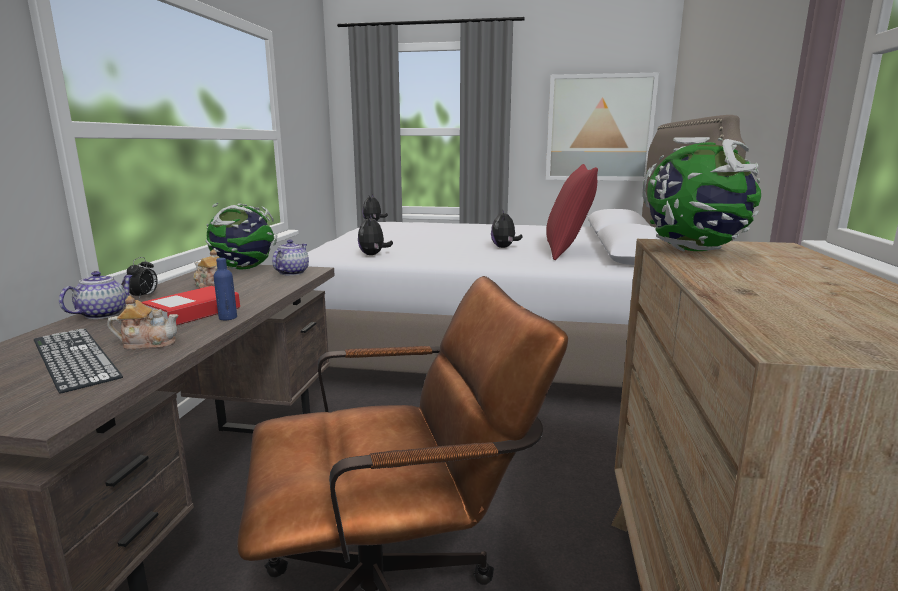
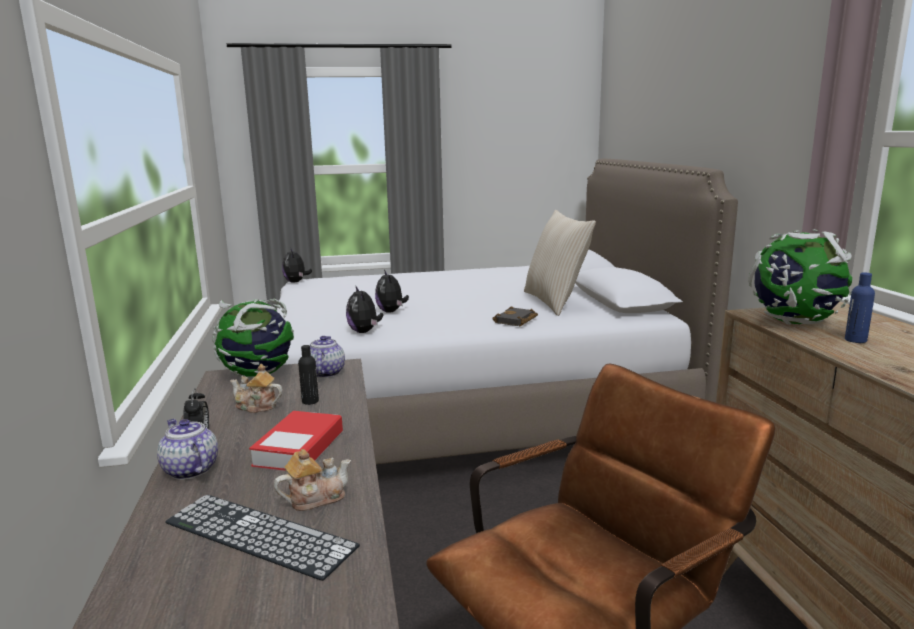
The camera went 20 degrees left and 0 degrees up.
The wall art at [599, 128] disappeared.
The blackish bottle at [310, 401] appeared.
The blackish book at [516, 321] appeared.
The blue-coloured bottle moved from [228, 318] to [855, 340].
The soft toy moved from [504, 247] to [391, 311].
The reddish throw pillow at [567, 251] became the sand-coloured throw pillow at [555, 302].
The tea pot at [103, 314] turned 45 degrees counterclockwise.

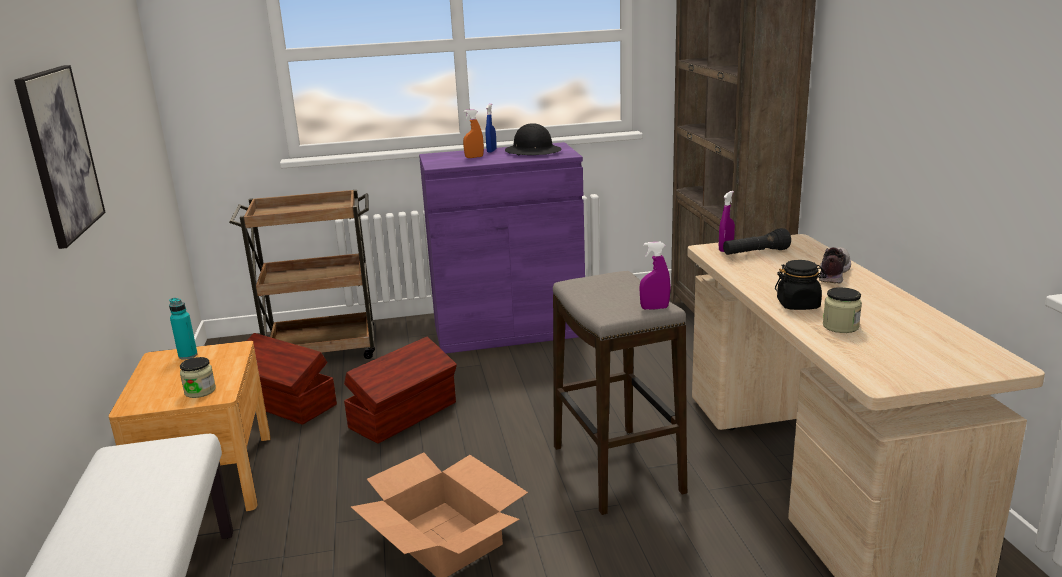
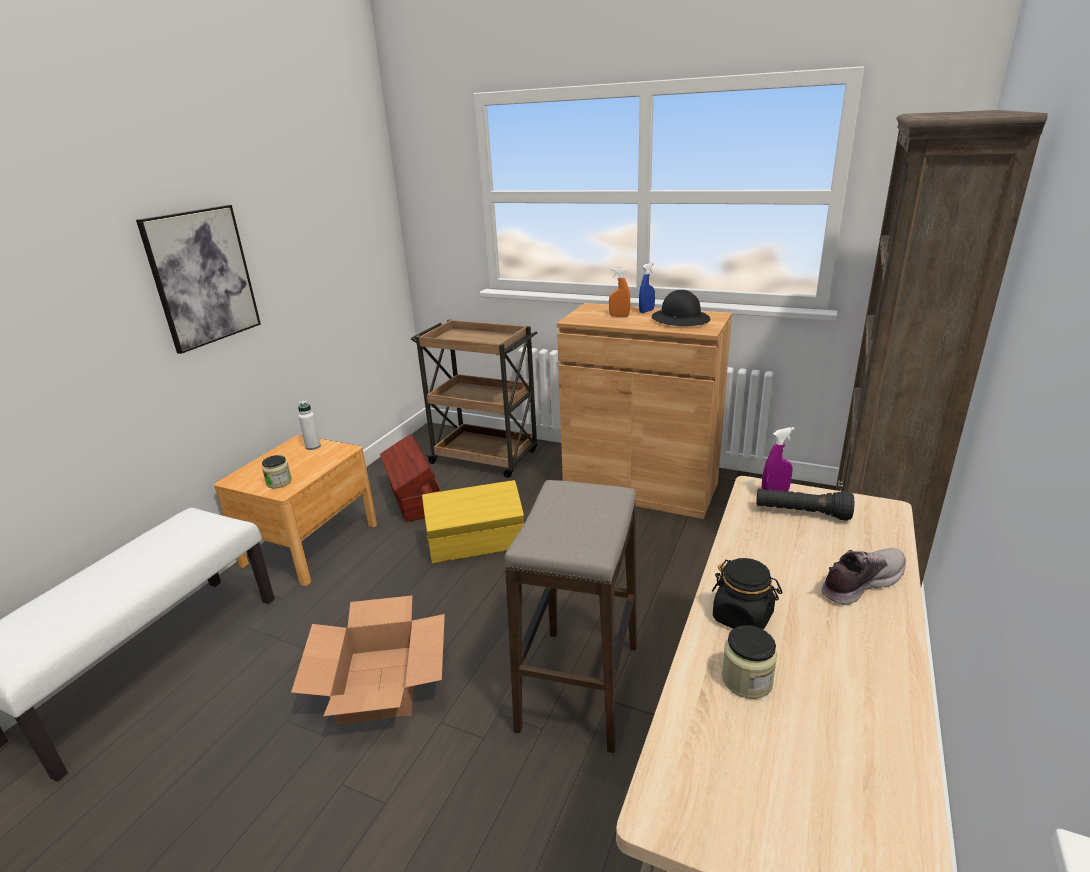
The camera went 35 degrees right and 5 degrees up.
The purple-coloured sprayer at [654, 308] disappeared.
The blue-green bottle at [188, 355] became the white bottle at [313, 446].
The brownish storage bin at [405, 415] became the yellowish storage bin at [477, 544].
The purple-coloured cupboard at [508, 330] became the brownish cupboard at [640, 487].

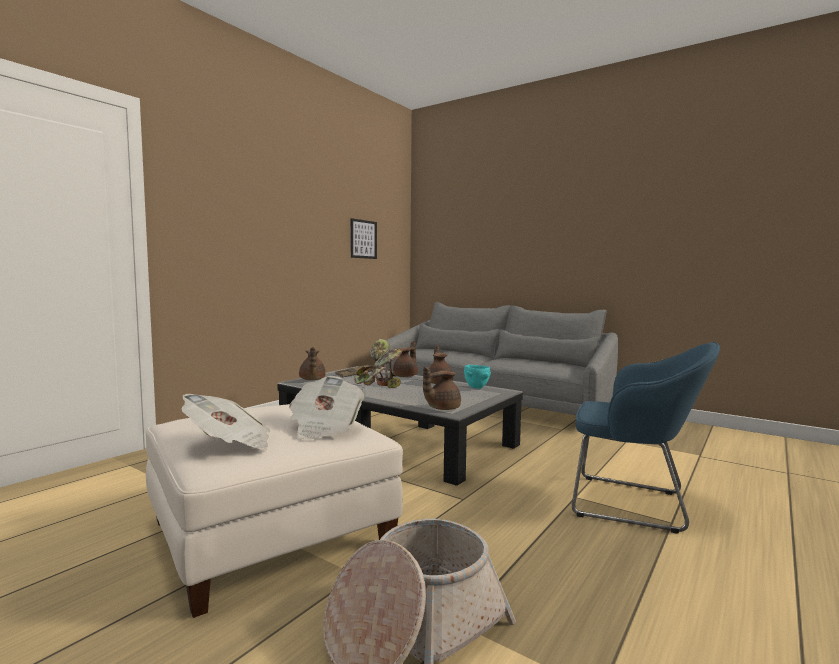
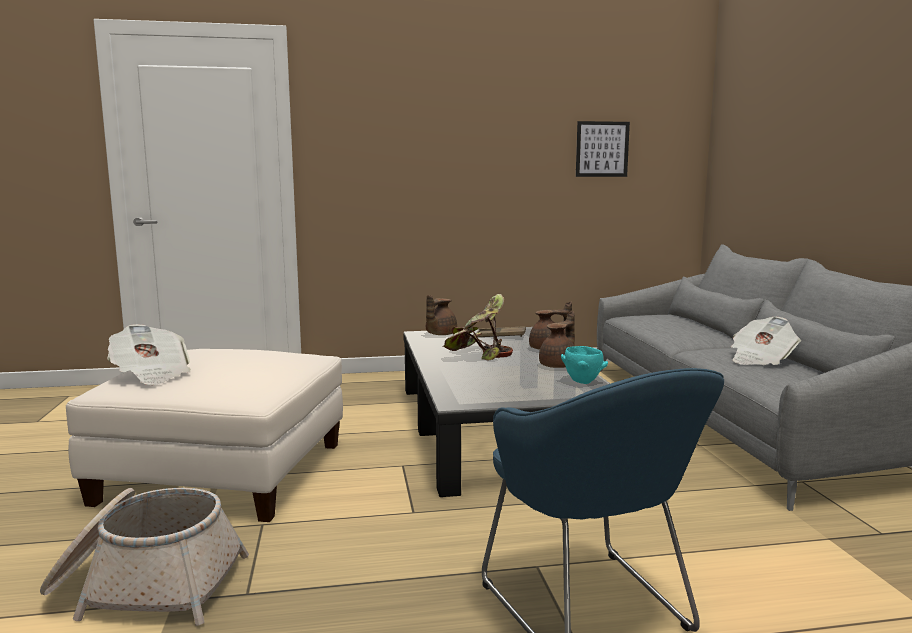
The camera went 45 degrees right and 5 degrees up.
The brownish tea pot at [442, 408] disappeared.
The newspaper moved from [325, 427] to [761, 359].

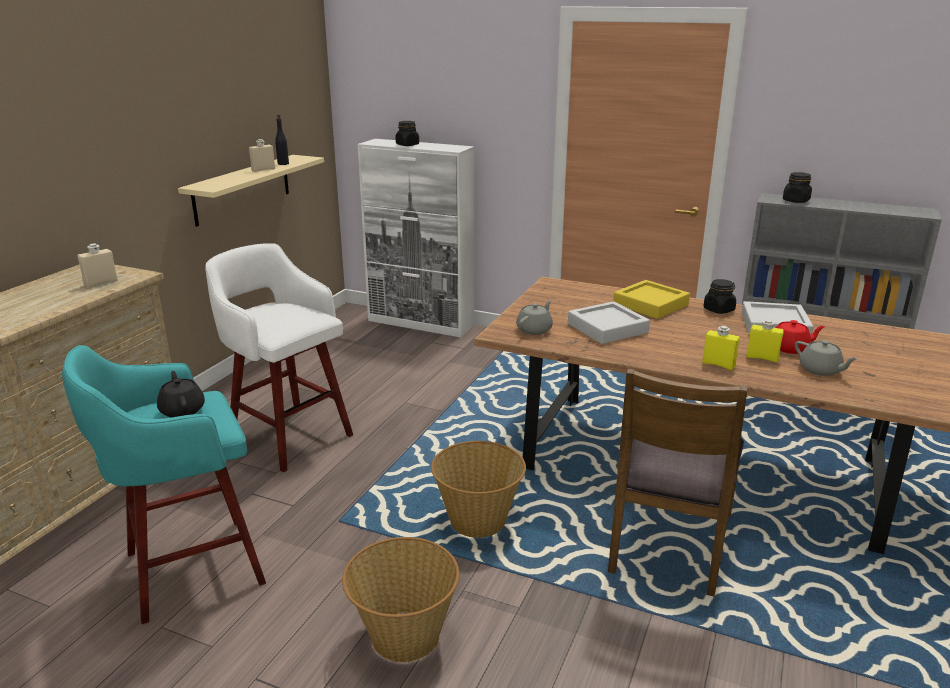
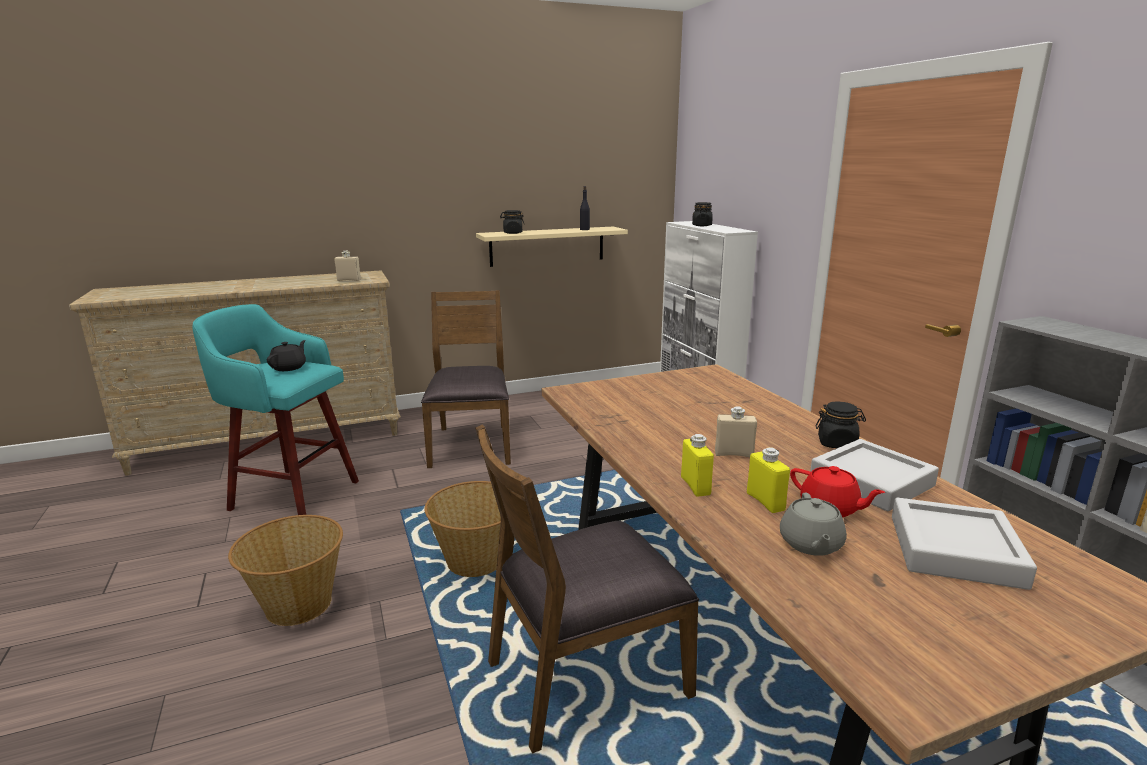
The camera went 45 degrees right and 5 degrees down.
The grey tea pot at [535, 330] disappeared.
The yellowish serving tray at [650, 304] disappeared.
The sand-coloured bottle moved from [263, 170] to [734, 454].
The grey serving tray moved from [607, 328] to [955, 550].
The blackish jar moved from [796, 201] to [512, 233].
The white sitting stool at [288, 436] was replaced by the brownish chair at [471, 445].

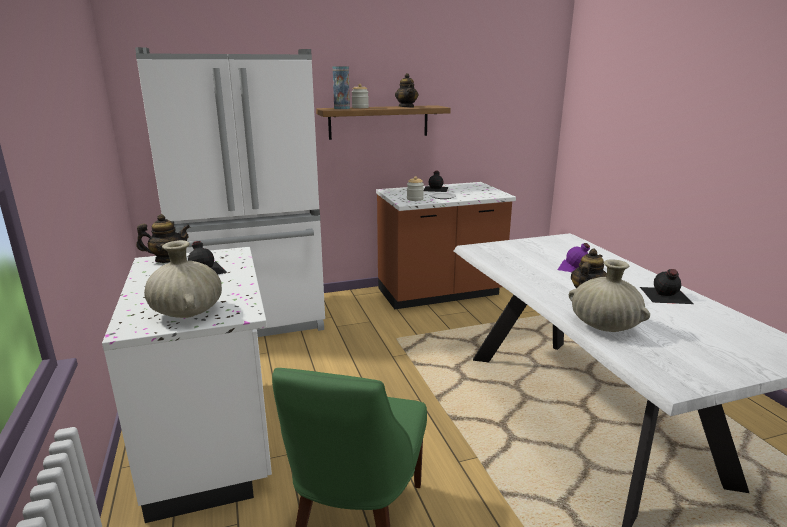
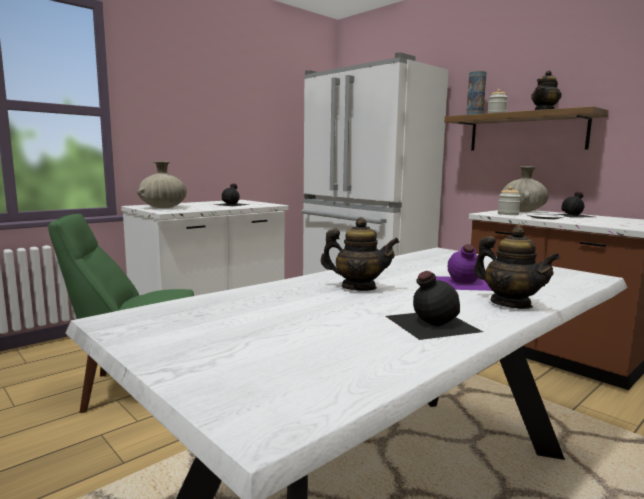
The camera went 65 degrees right and 10 degrees down.
The tea pot moved from [167, 260] to [510, 304].
The sand-coloured vase moved from [604, 326] to [522, 211].

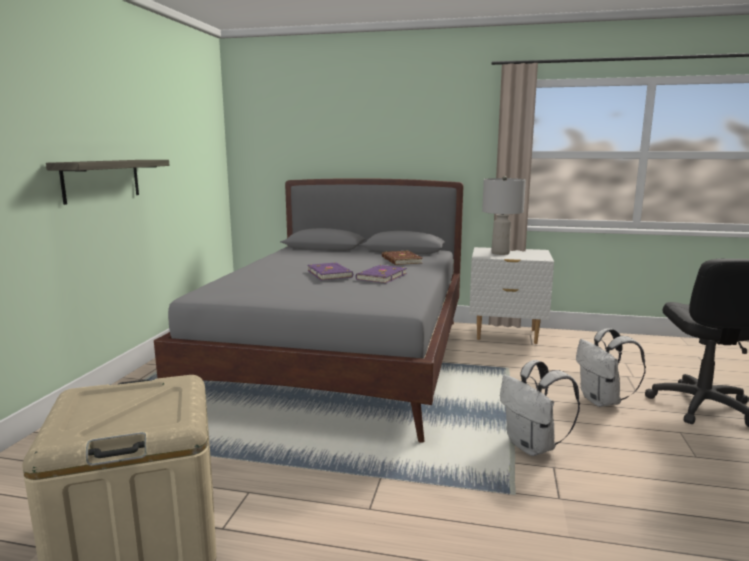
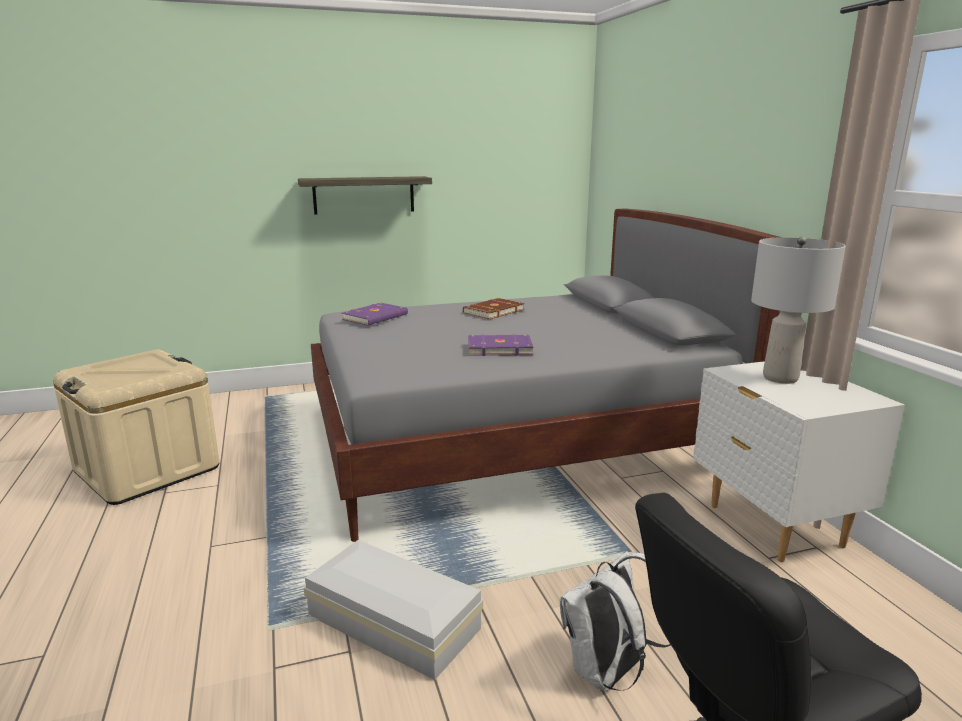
The camera went 60 degrees right and 5 degrees up.
The purple-coloured book moved from [330, 274] to [376, 317].
The brownish book moved from [400, 260] to [492, 311].
The white backpack at [533, 447] was replaced by the white storage bin at [394, 624].

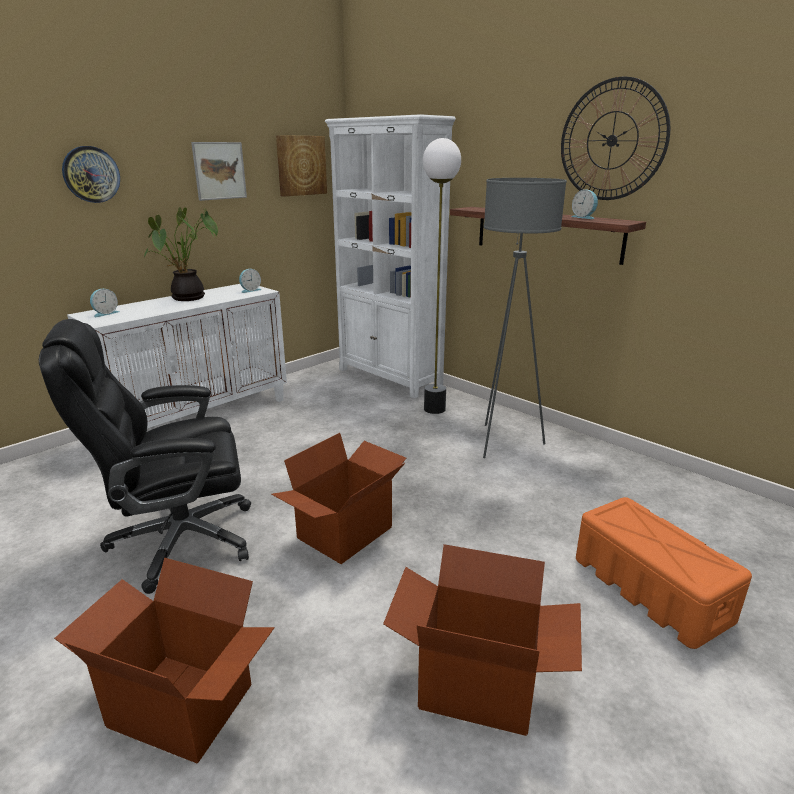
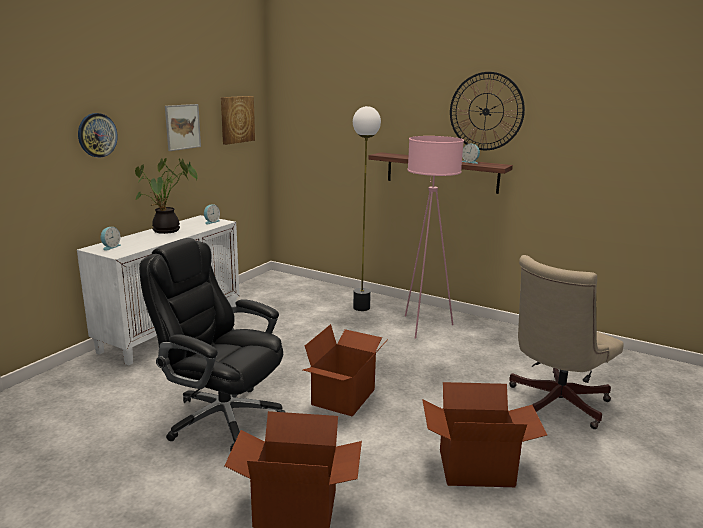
The camera went 15 degrees left and 5 degrees down.
The white bookcase at [390, 377] disappeared.
The orange storage bin at [649, 588] was replaced by the sand-coloured computer chair at [553, 404].
The grey standing lamp at [503, 442] became the pinkish standing lamp at [424, 326].
The blackish computer chair at [179, 541] turned 60 degrees clockwise.

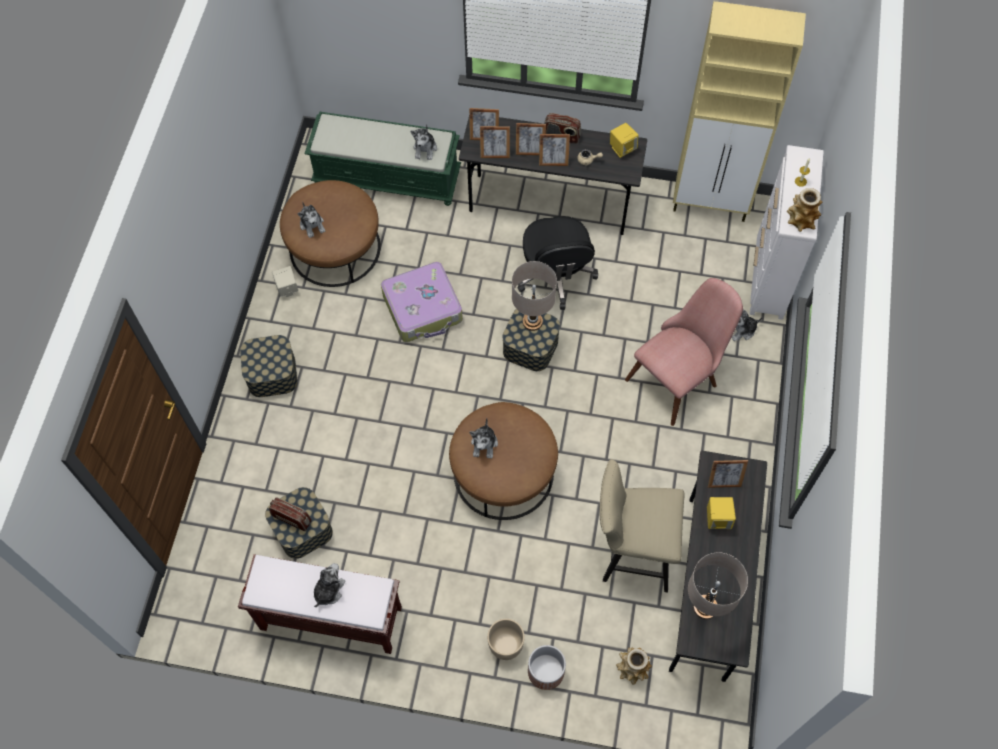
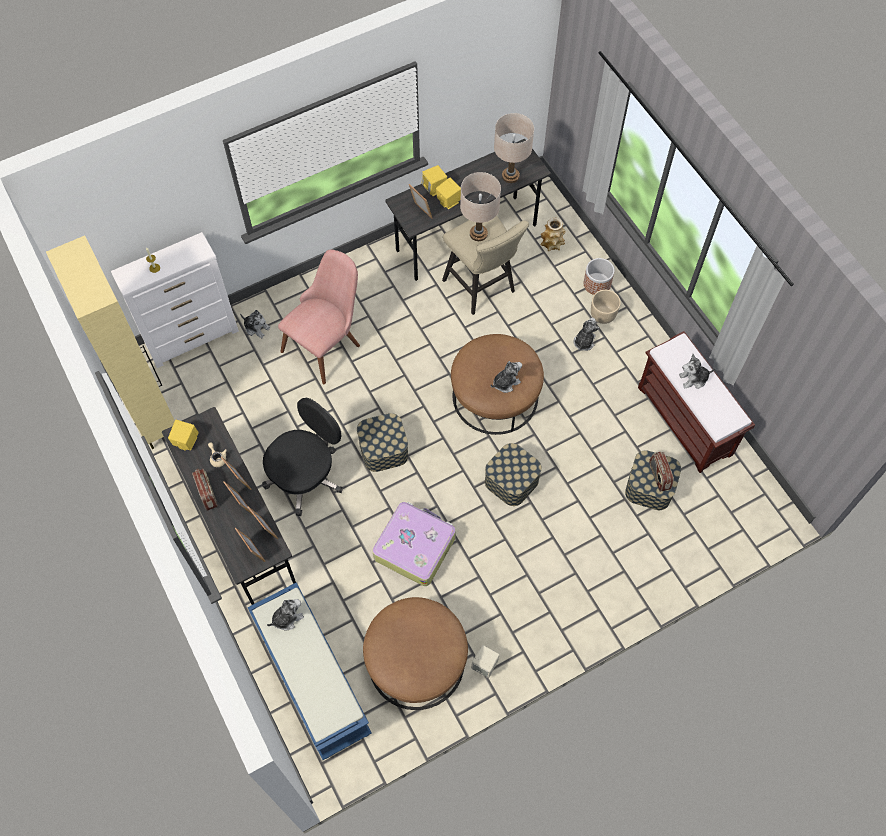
The camera went 130 degrees left and 0 degrees up.
The vase at [801, 220] disappeared.
The yellowish audio speaker at [434, 188] appeared.
The storage bin moved from [272, 373] to [511, 481].
The soft toy moved from [312, 225] to [584, 341].
The sand-coloured lamp for a table moved from [532, 321] to [478, 234].
The green indoor bench at [388, 177] became the blue-coloured indoor bench at [311, 678].
The pinkish chair at [679, 376] turned 120 degrees clockwise.

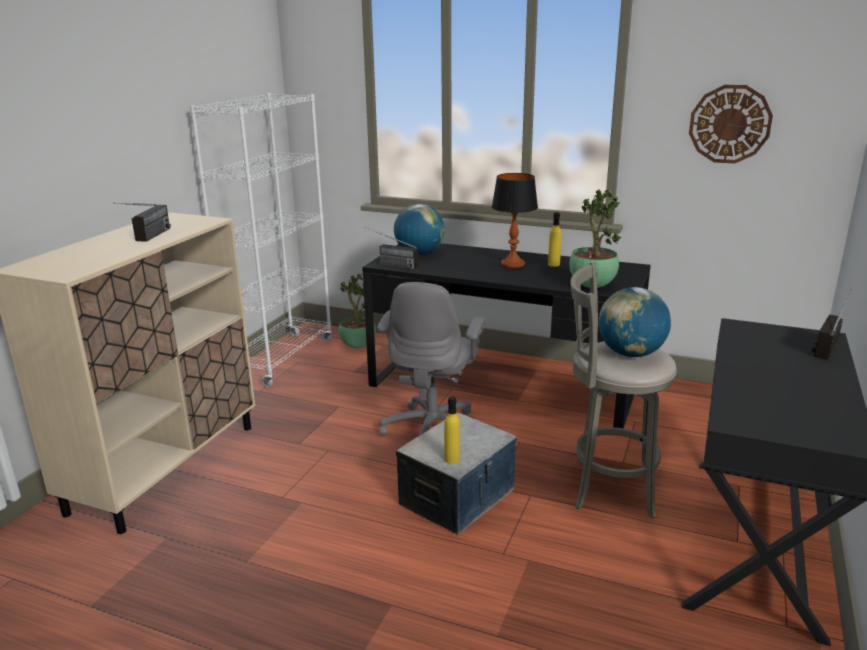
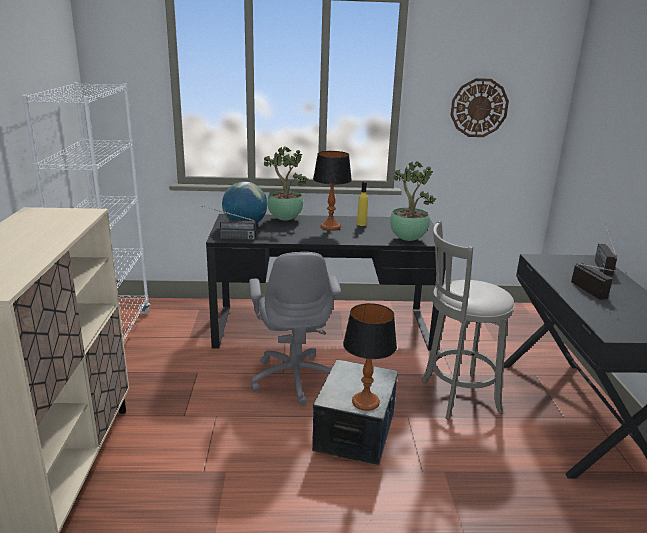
The camera went 25 degrees left and 0 degrees up.
The world globe at [630, 354] disappeared.
The radio receiver moved from [148, 238] to [597, 295].
The houseplant moved from [357, 346] to [284, 219].
The yellowish bottle at [452, 459] was replaced by the lamp for a table at [365, 402].

